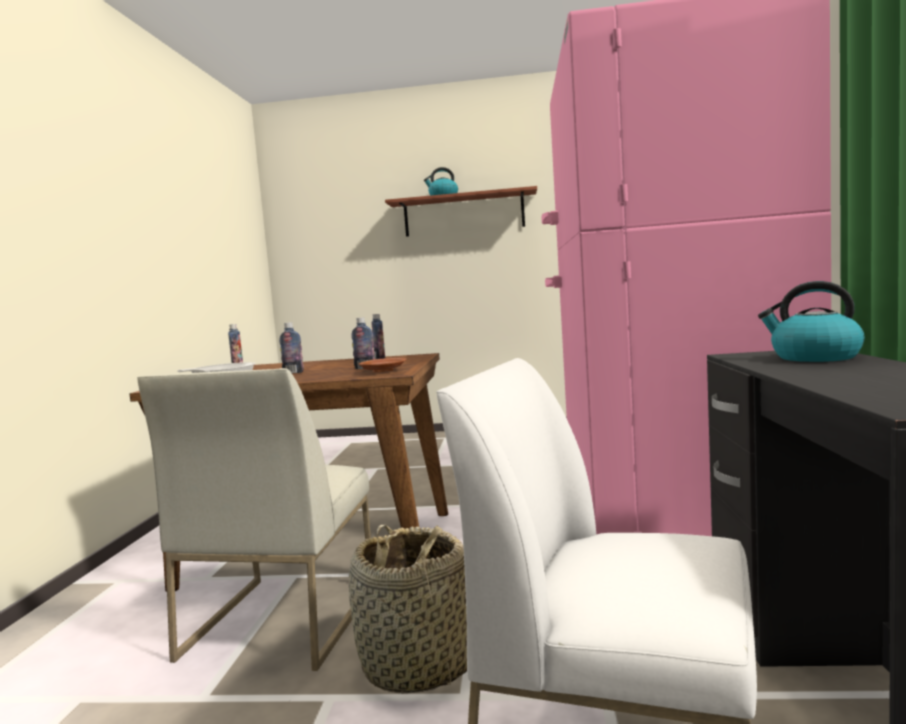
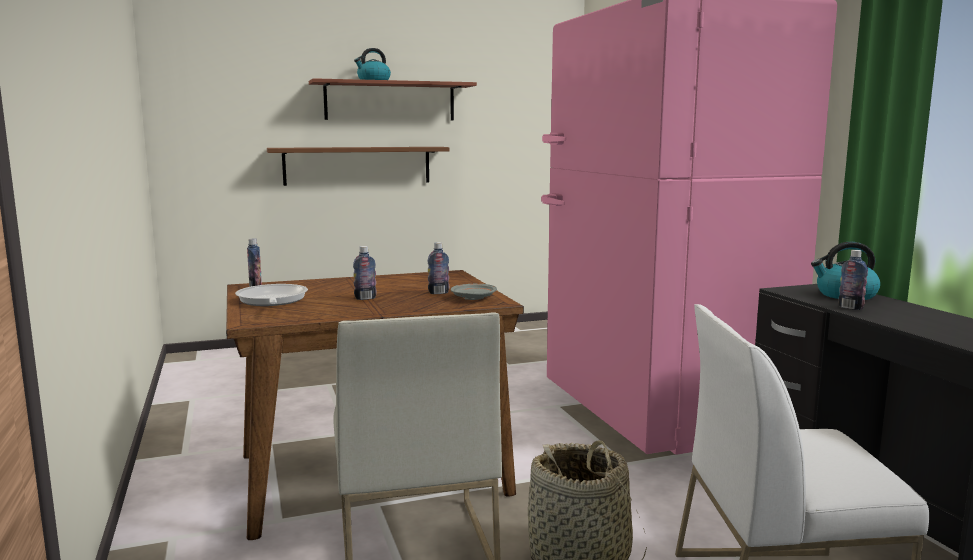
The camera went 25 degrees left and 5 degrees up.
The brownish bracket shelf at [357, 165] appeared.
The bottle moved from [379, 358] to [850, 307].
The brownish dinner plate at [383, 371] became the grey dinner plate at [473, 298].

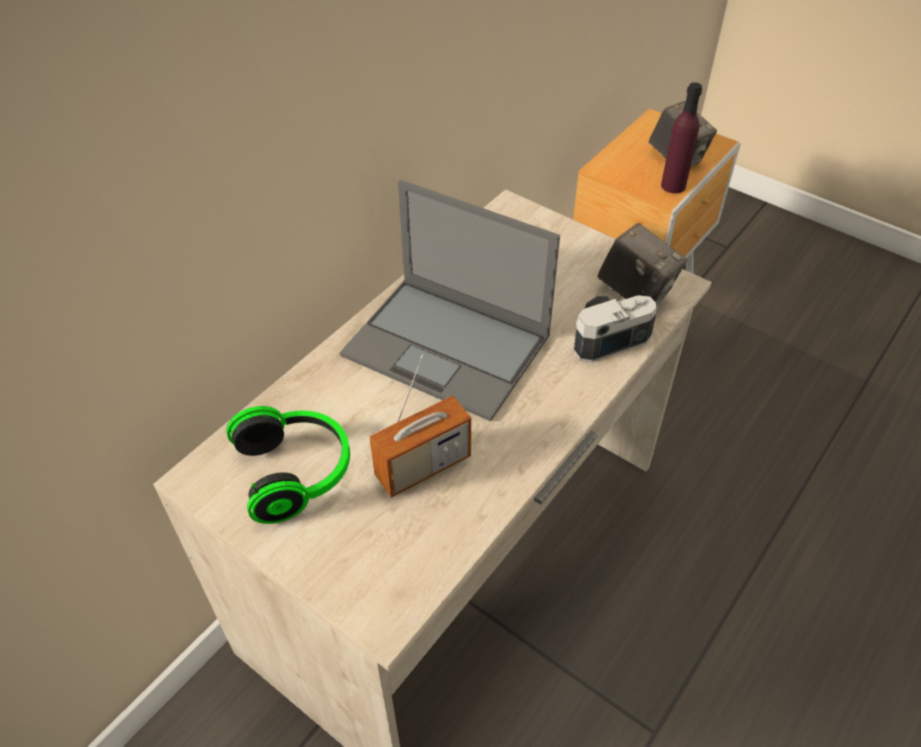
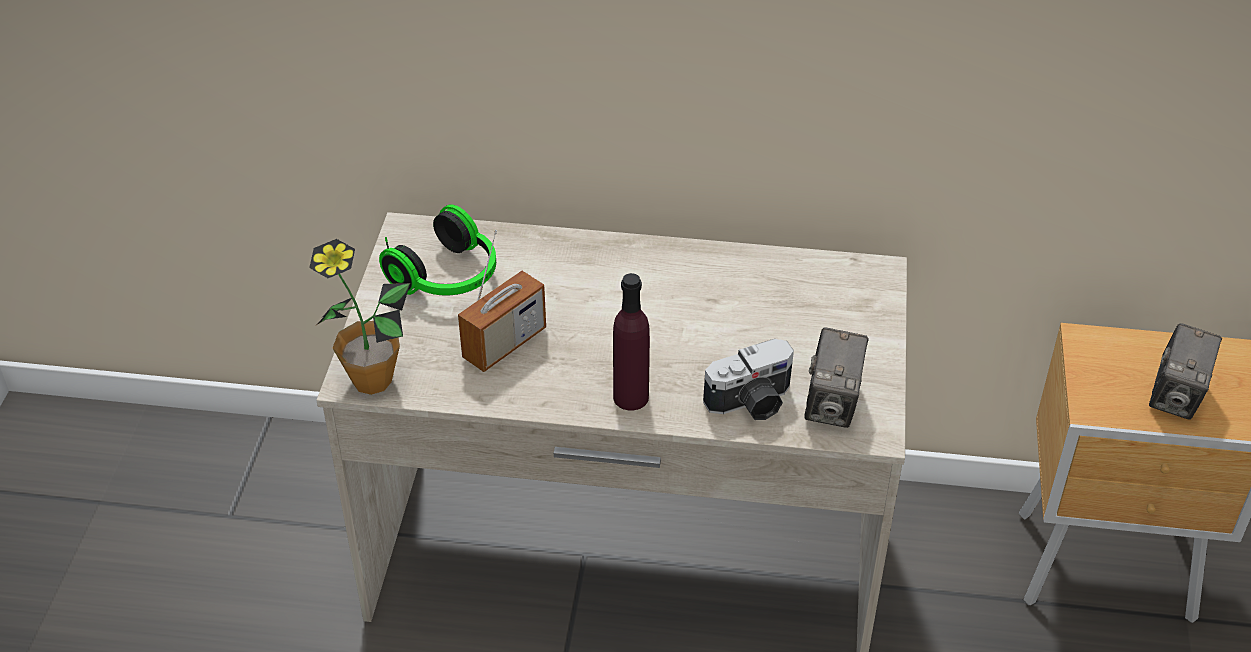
The camera went 60 degrees right and 5 degrees down.
The laptop at [449, 346] disappeared.
The houseplant at [372, 380] appeared.
The purple-coloured bottle moved from [673, 185] to [631, 397].
The radio receiver at [423, 466] turned 75 degrees counterclockwise.
The photo camera at [606, 336] turned 120 degrees clockwise.

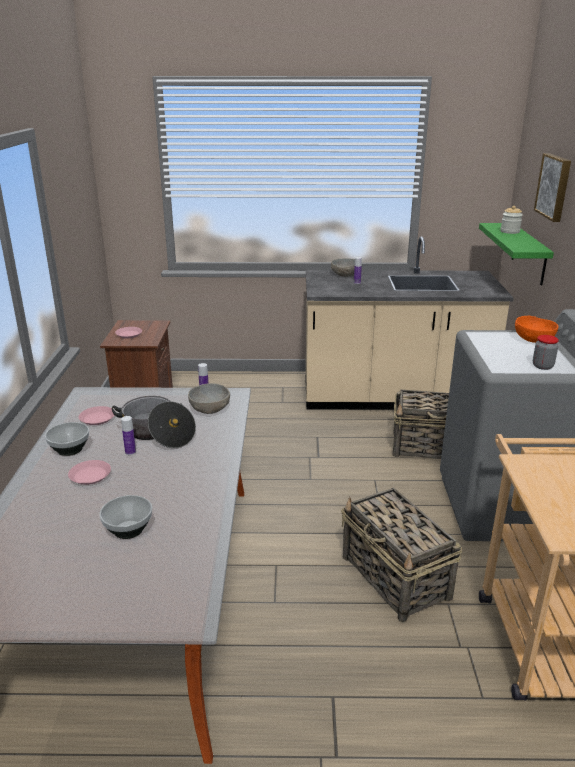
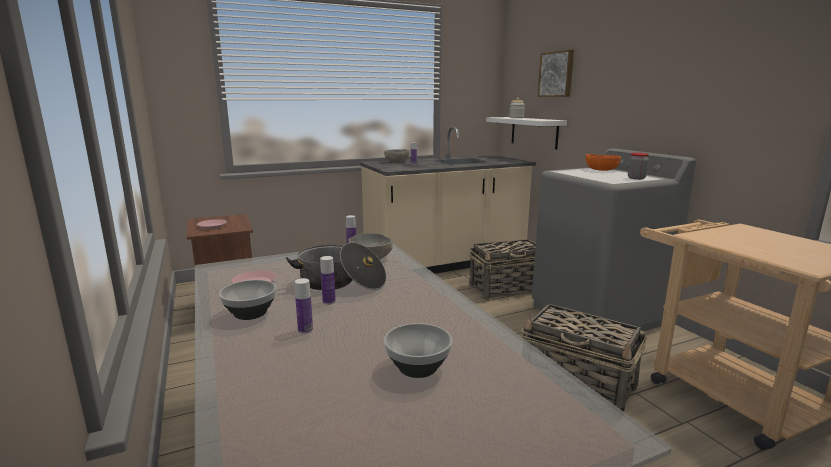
The camera went 25 degrees left and 10 degrees down.
The pinkish dinner plate at [90, 475] was replaced by the bottle at [305, 330].
The green bracket shelf at [529, 254] became the white bracket shelf at [534, 132].

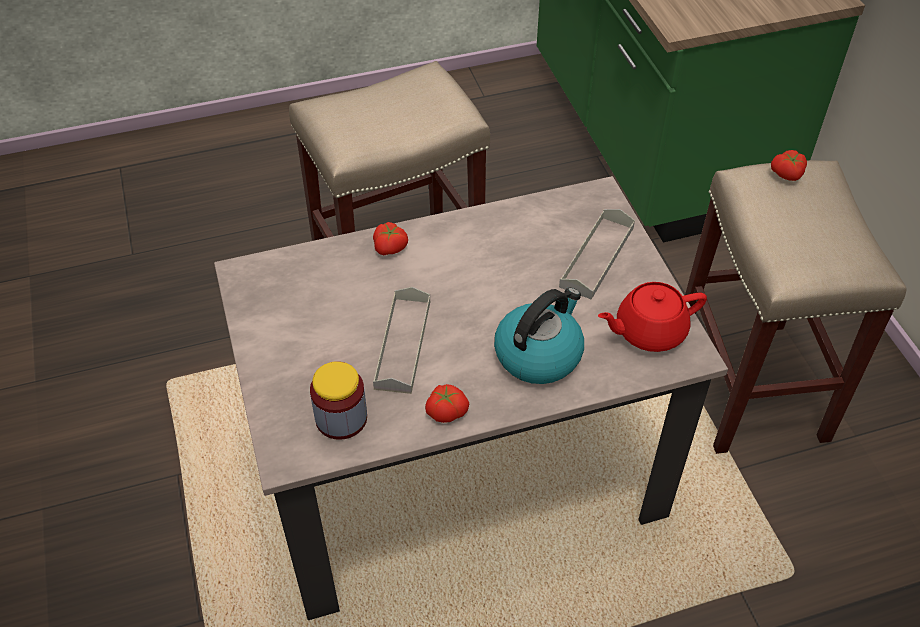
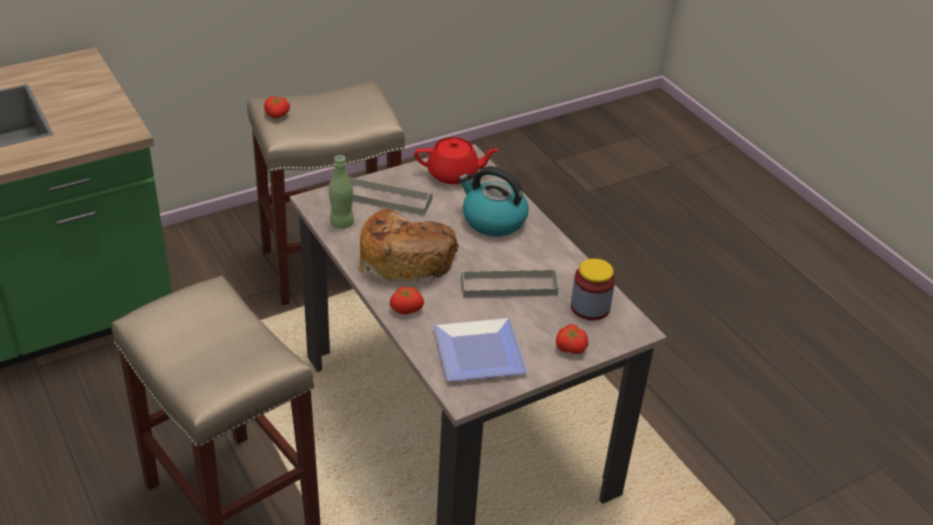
The camera went 105 degrees left and 10 degrees down.
The green bottle at [341, 223] appeared.
The bakery bread at [405, 257] appeared.
The dinner plate at [477, 355] appeared.
The whole tomato moved from [446, 410] to [570, 348].
The reddish tea pot at [648, 331] turned 60 degrees counterclockwise.

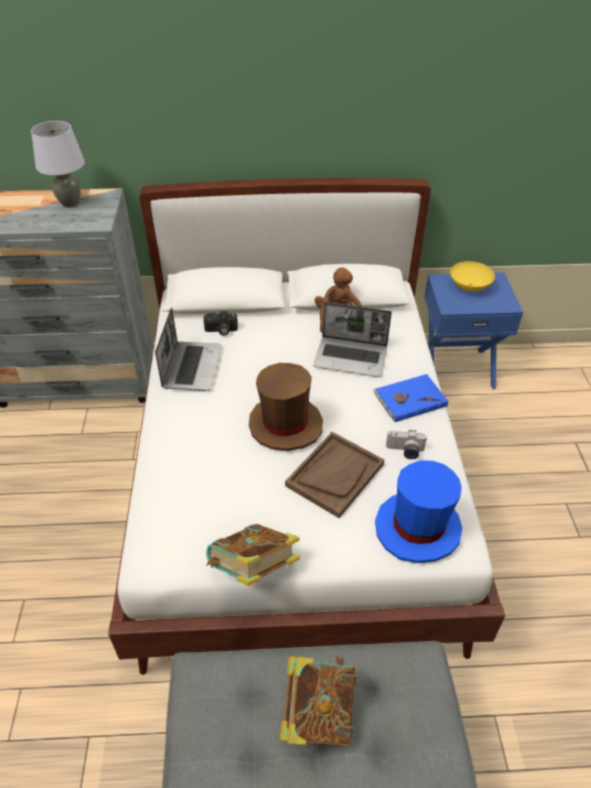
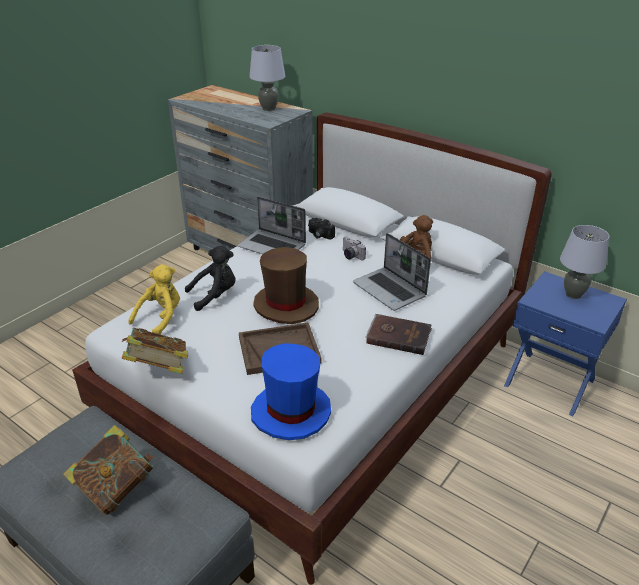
The camera went 40 degrees right and 10 degrees down.
The yellowish soft toy at [161, 318] appeared.
The blackish soft toy at [215, 295] appeared.
The photo camera moved from [405, 451] to [350, 256].
The yellowish bowl at [469, 287] was replaced by the grey lamp for a table at [573, 294].
The blue-coloured book at [409, 399] became the brownish book at [398, 336].
The laptop at [191, 366] turned 75 degrees clockwise.

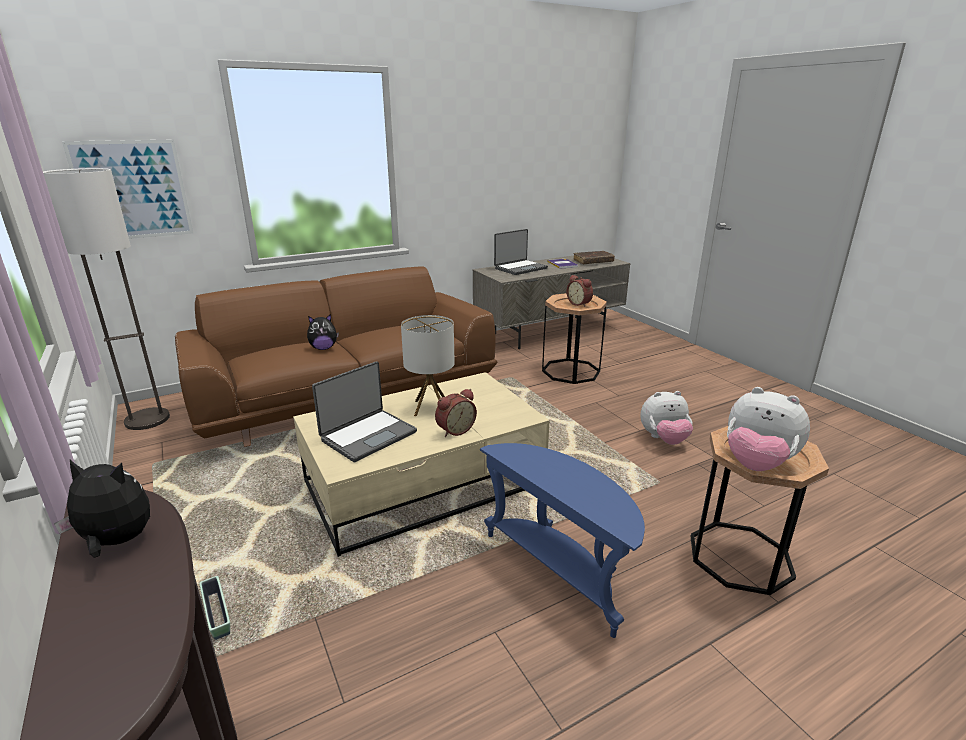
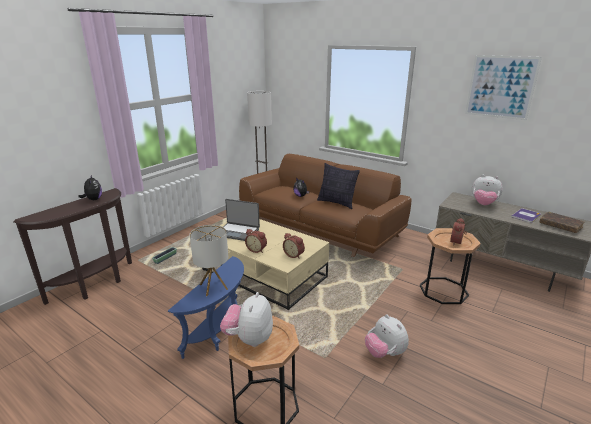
The camera went 65 degrees right and 0 degrees up.
The alarm clock at [294, 255] appeared.
The throw pillow at [336, 203] appeared.
The wall art moved from [132, 190] to [501, 87].
The lamp for a table moved from [430, 407] to [213, 287].
The laptop at [520, 268] was replaced by the soft toy at [483, 204].

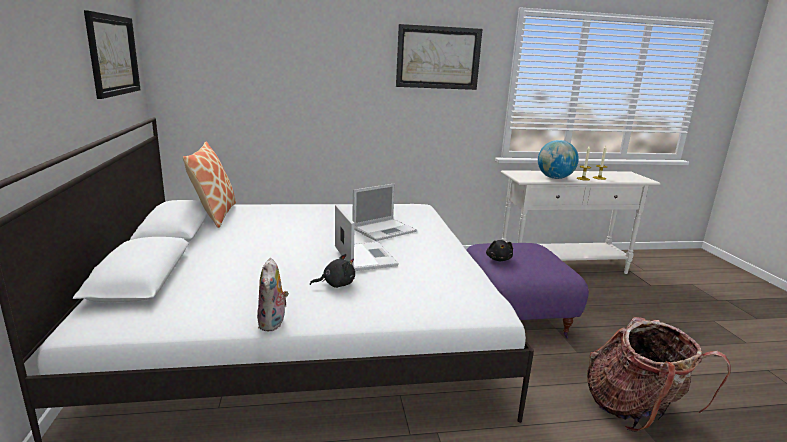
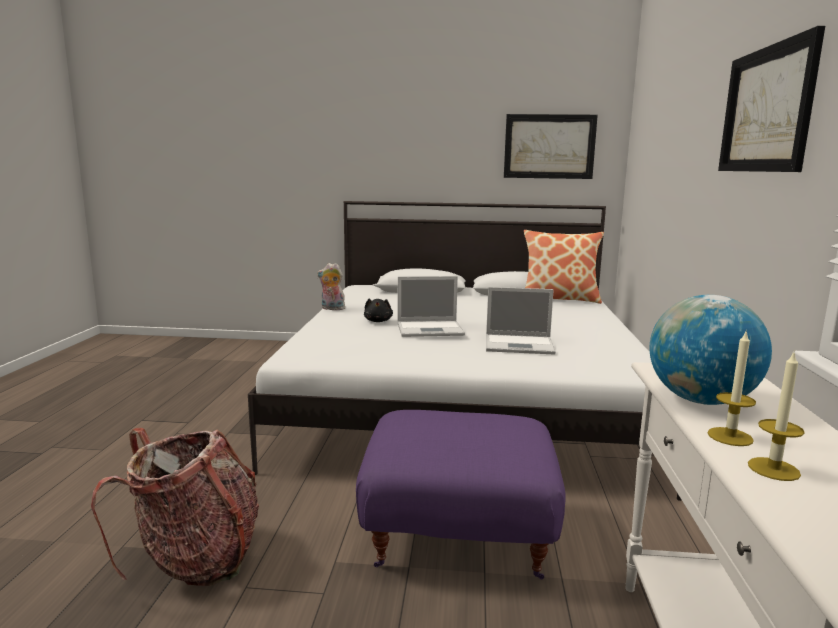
The camera went 105 degrees right and 5 degrees down.
The blackish soft toy at [498, 259] disappeared.
The laptop at [385, 230] turned 60 degrees counterclockwise.

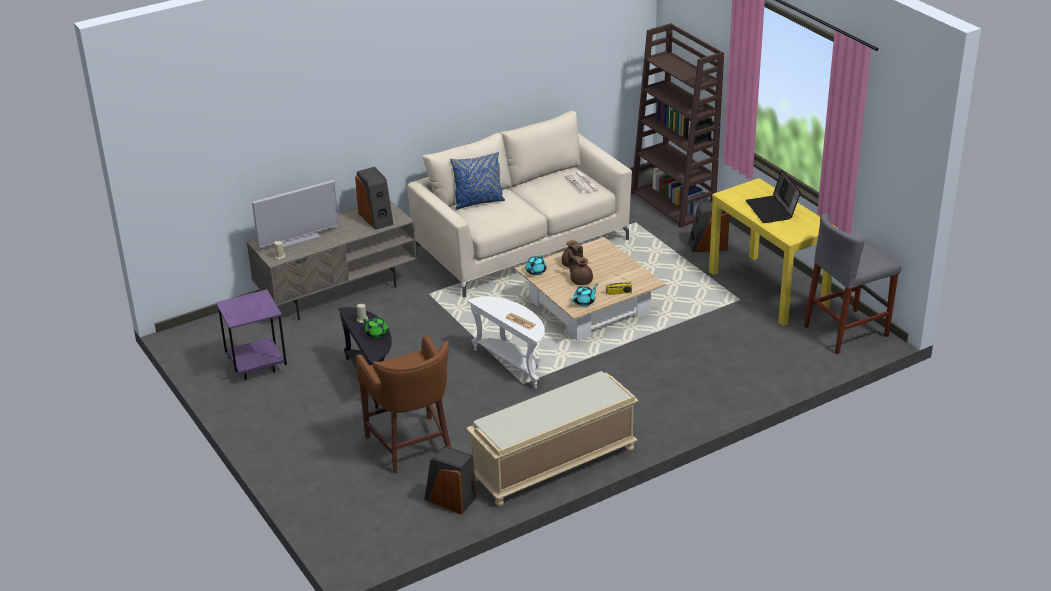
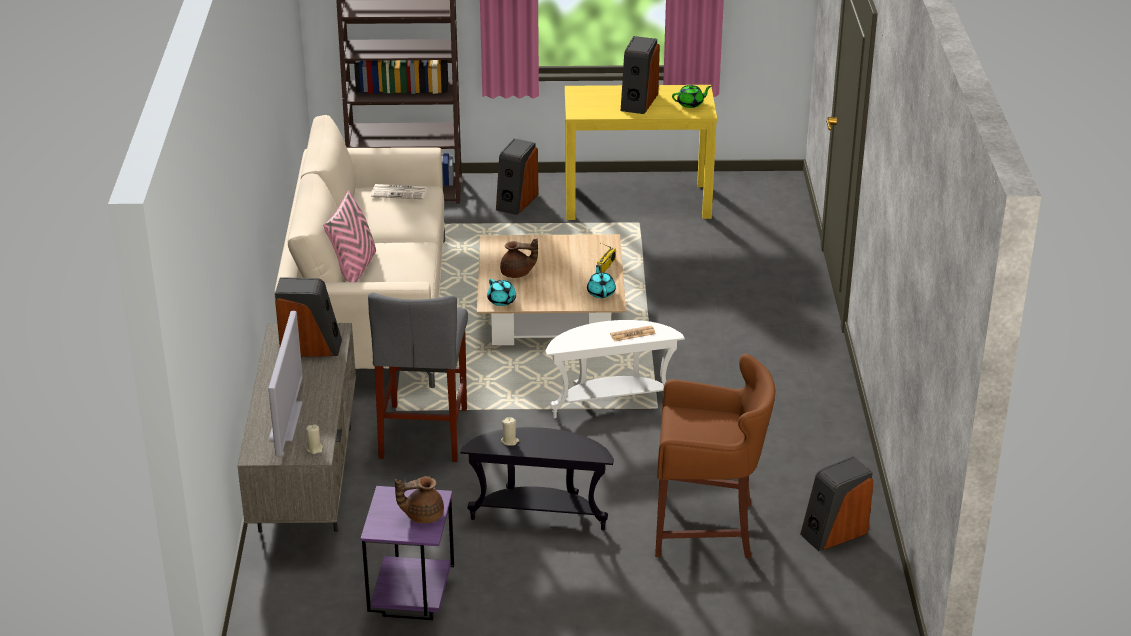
The camera went 60 degrees left and 0 degrees up.
The sand-coloured indoor bench at [553, 465] disappeared.
The green tea pot moved from [377, 334] to [691, 104].
The brownish tea pot moved from [580, 280] to [422, 515].
The grey sitting stool moved from [846, 331] to [424, 432].
The laptop at [772, 210] was replaced by the audio speaker at [638, 101].
The blue-coloured throw pillow at [478, 202] became the pinkish throw pillow at [354, 269].

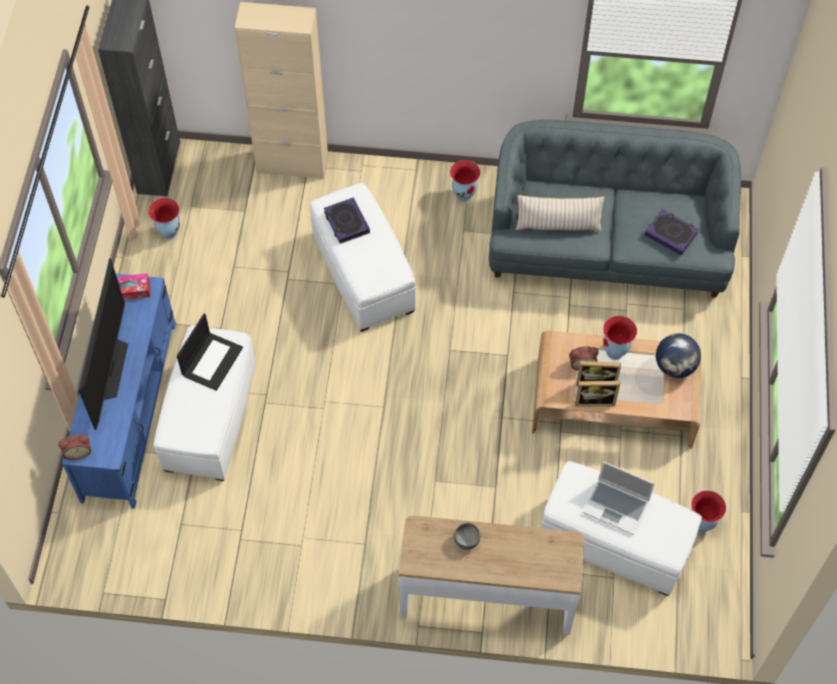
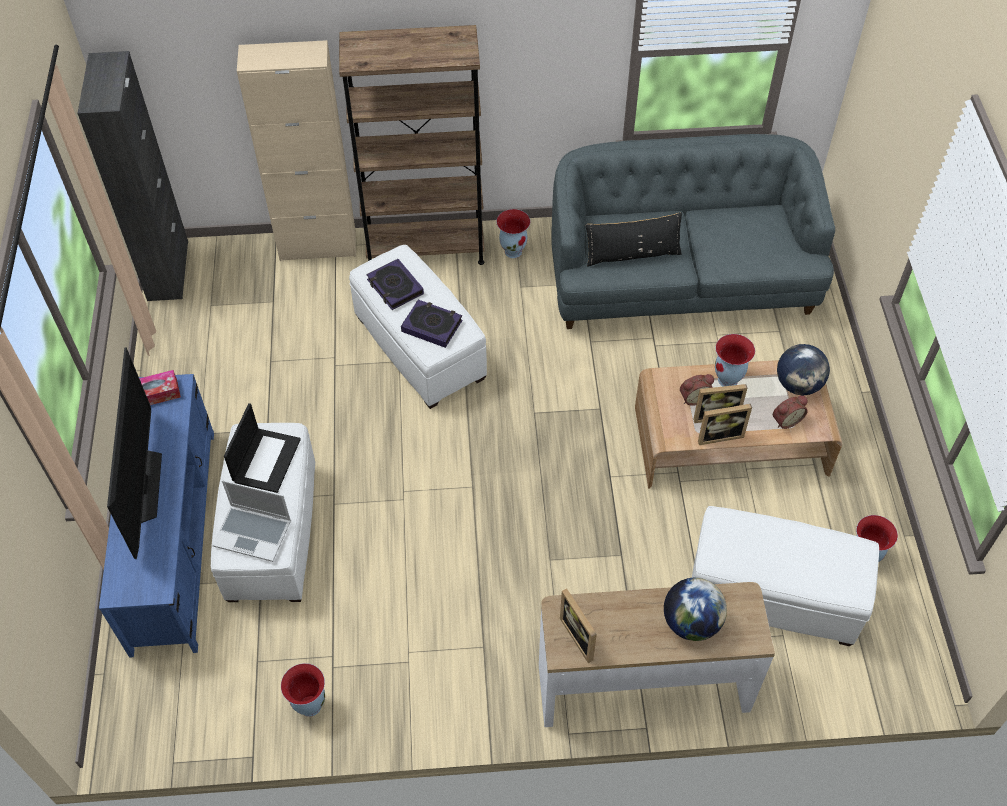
The camera went 10 degrees left and 5 degrees down.
The grey bowl at [467, 540] disappeared.
The brownish bookcase at [425, 248] appeared.
The photo frame at [581, 636] appeared.
The world globe at [691, 622] appeared.
The alarm clock moved from [78, 451] to [786, 420].
The vase moved from [169, 233] to [309, 705].
The laptop moved from [617, 507] to [254, 533].
The book moved from [671, 234] to [432, 326].
The sand-coloured throw pillow at [558, 225] became the blackish throw pillow at [632, 255].

